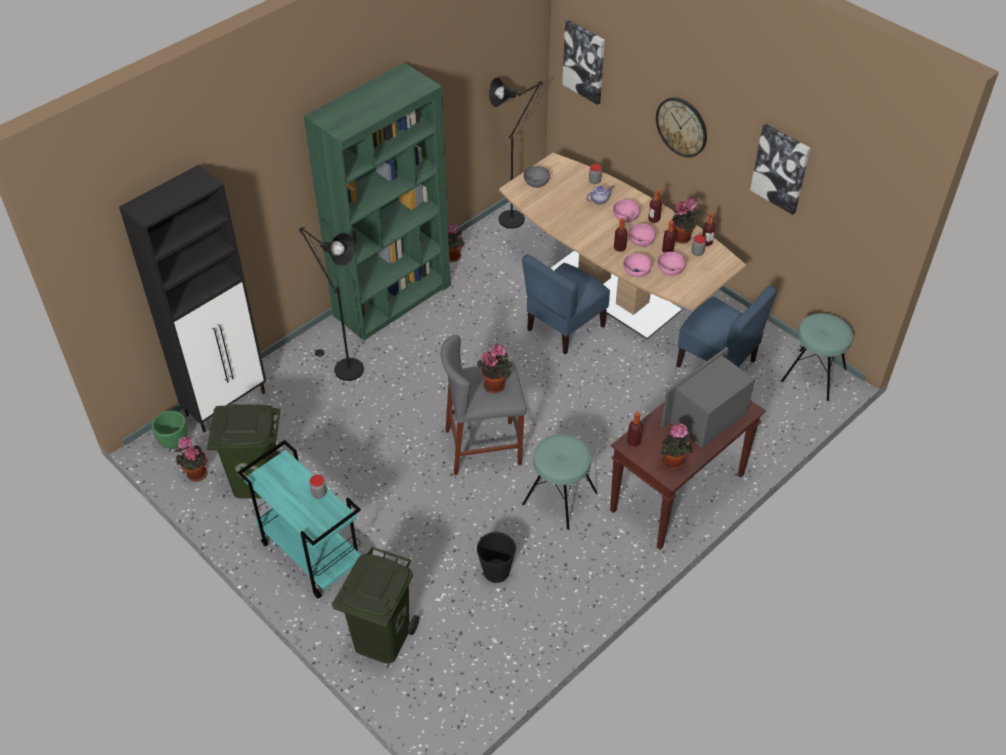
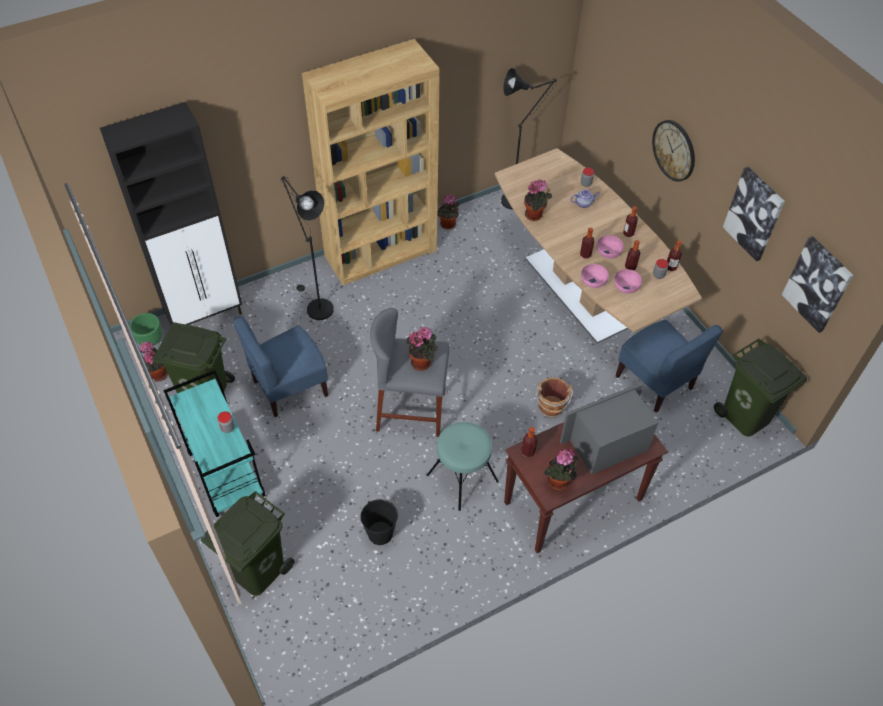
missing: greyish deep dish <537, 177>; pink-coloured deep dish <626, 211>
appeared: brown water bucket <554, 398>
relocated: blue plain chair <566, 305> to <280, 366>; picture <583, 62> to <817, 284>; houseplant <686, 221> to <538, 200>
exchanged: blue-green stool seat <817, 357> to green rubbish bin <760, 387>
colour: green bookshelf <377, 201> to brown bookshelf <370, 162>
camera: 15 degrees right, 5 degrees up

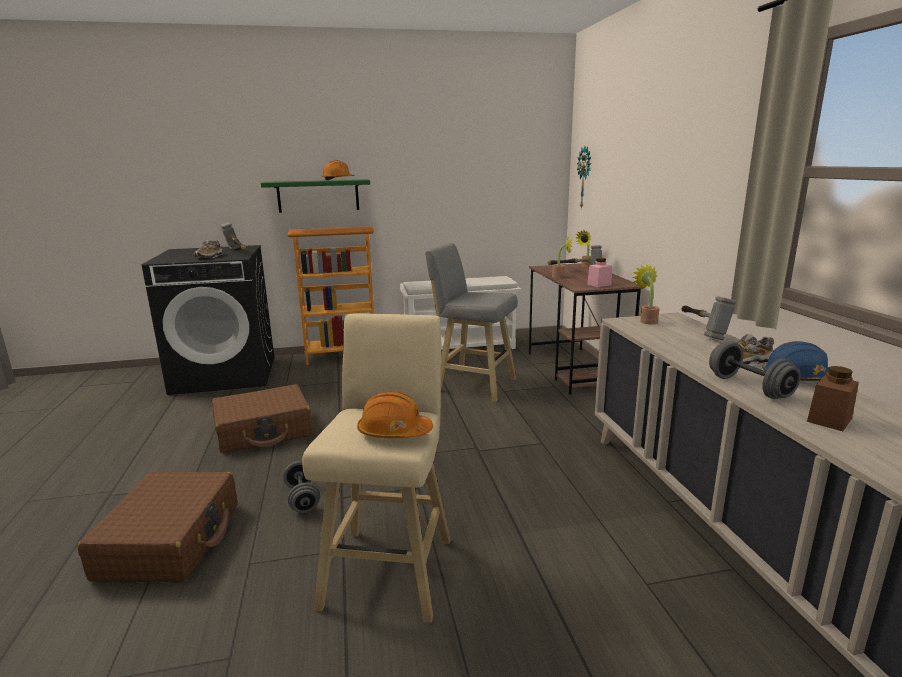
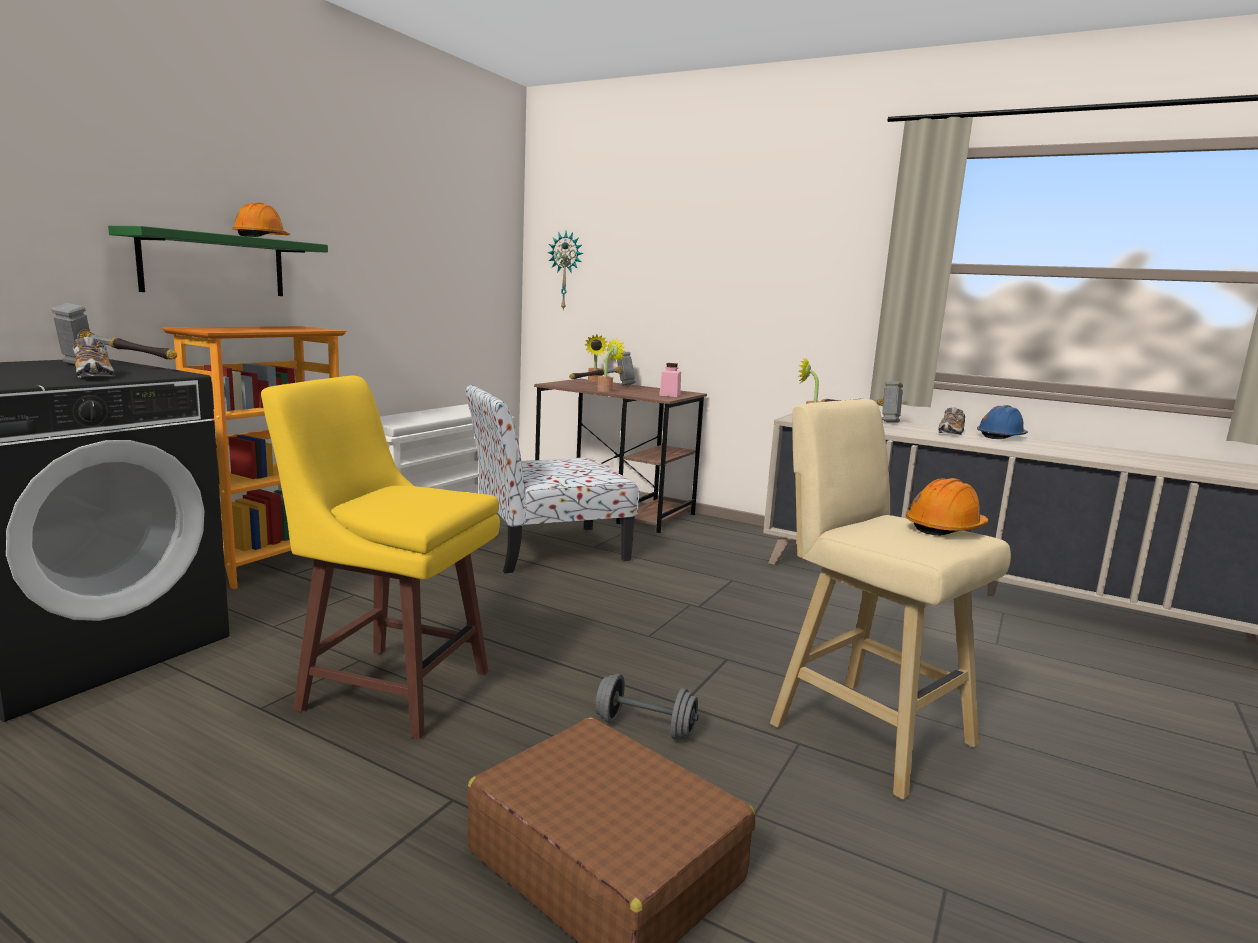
missing: greyish free weight <755, 370>; brown jar <833, 398>
exchanged: brown travel case <262, 418> to yellow-coloured stool seat <380, 558>; greyish stool seat <471, 322> to plain chair <552, 479>
camera: 50 degrees left, 5 degrees down

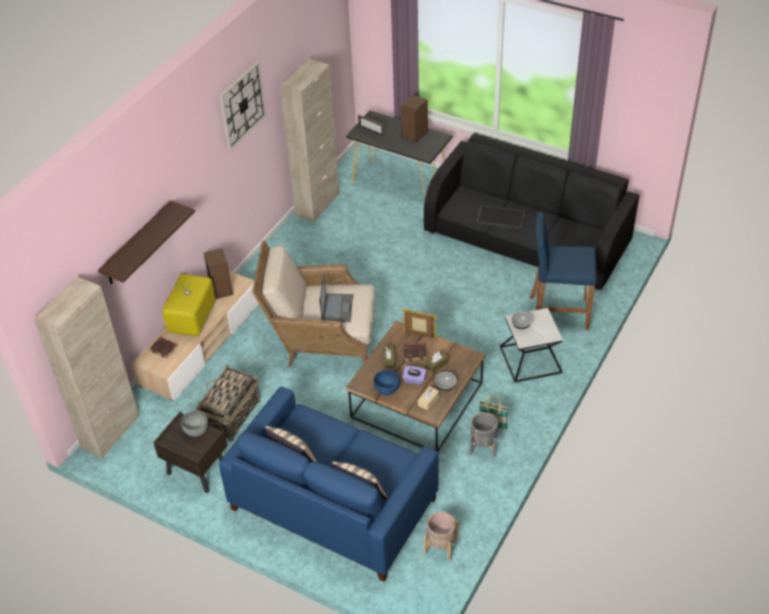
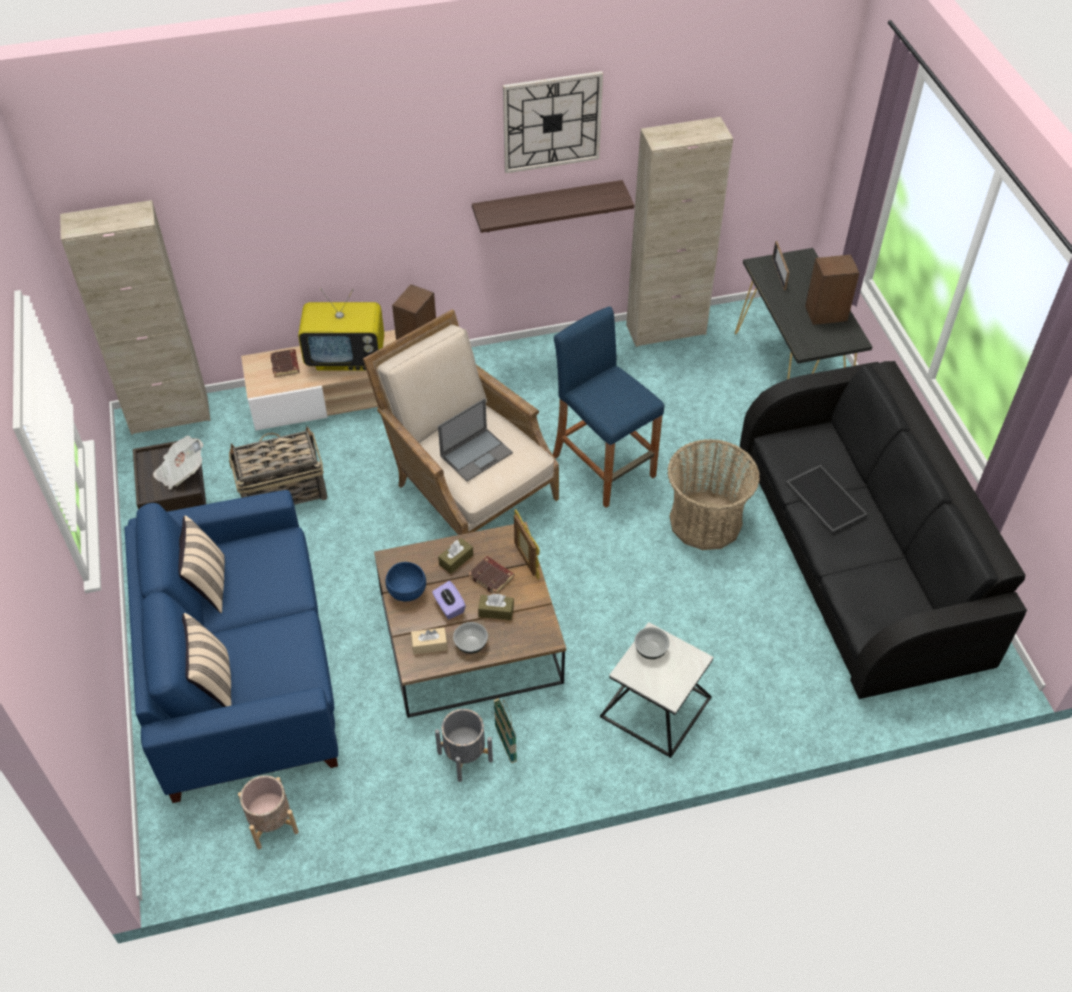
appeared: household basket <713, 494>
relocated: shelf <146, 242> to <553, 206>; blue stool seat <563, 271> to <608, 407>
exchanged: greyish deep dish <194, 423> to printed paper <178, 462>
spun: TV set <189, 302> = <341, 330> 150 degrees counterclockwise
camera: 45 degrees right, 5 degrees up

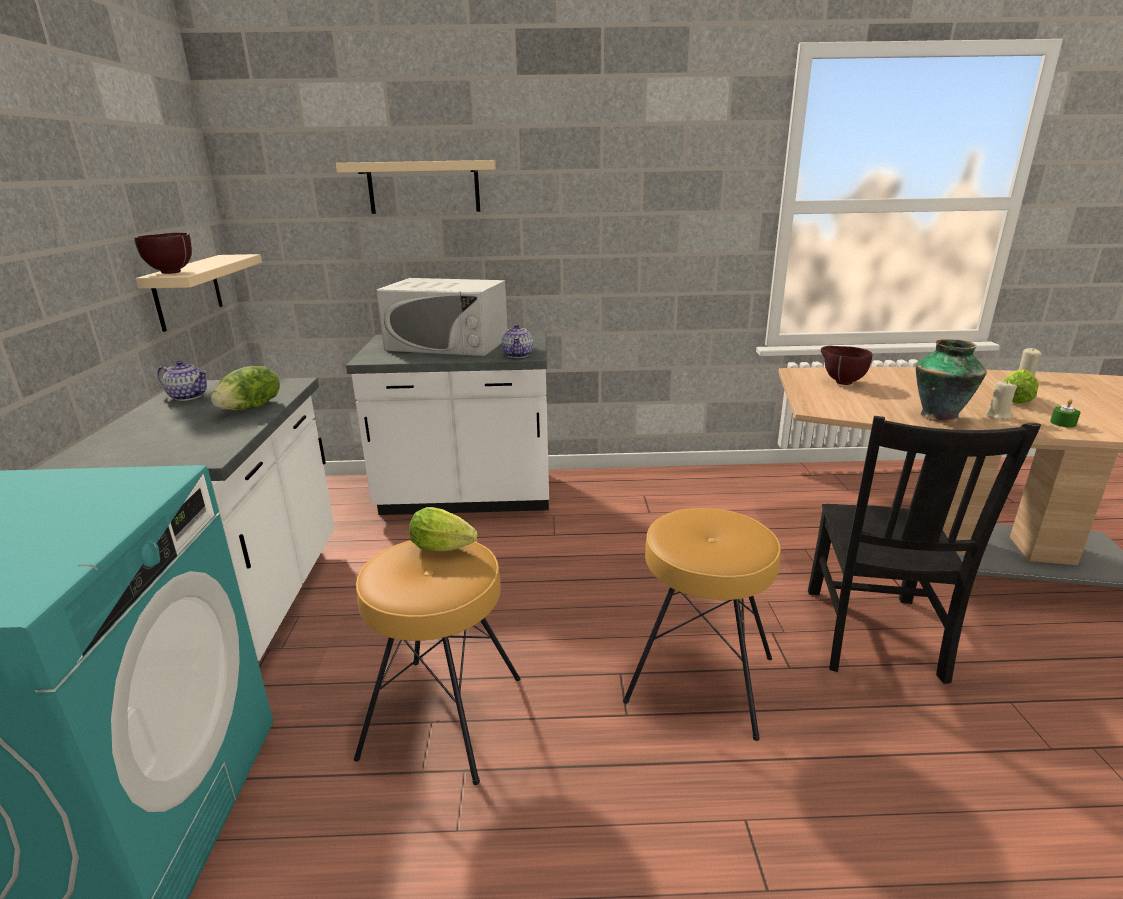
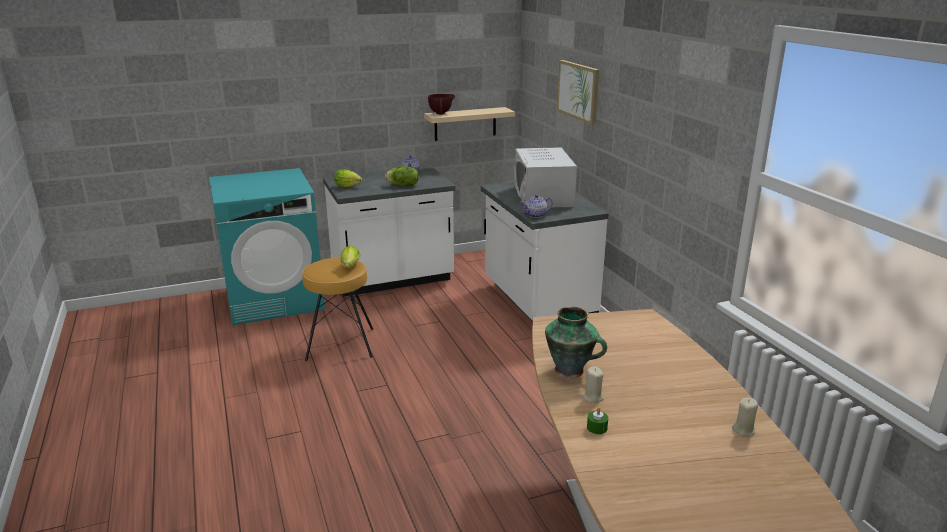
missing: brown stool seat <702, 624>; blackish plain chair <924, 550>; brown deep dish <846, 365>
relocated: lettuce <1021, 386> to <348, 178>
exchanged: beige shelf <416, 187> to picture <578, 92>
camera: 70 degrees right, 0 degrees up

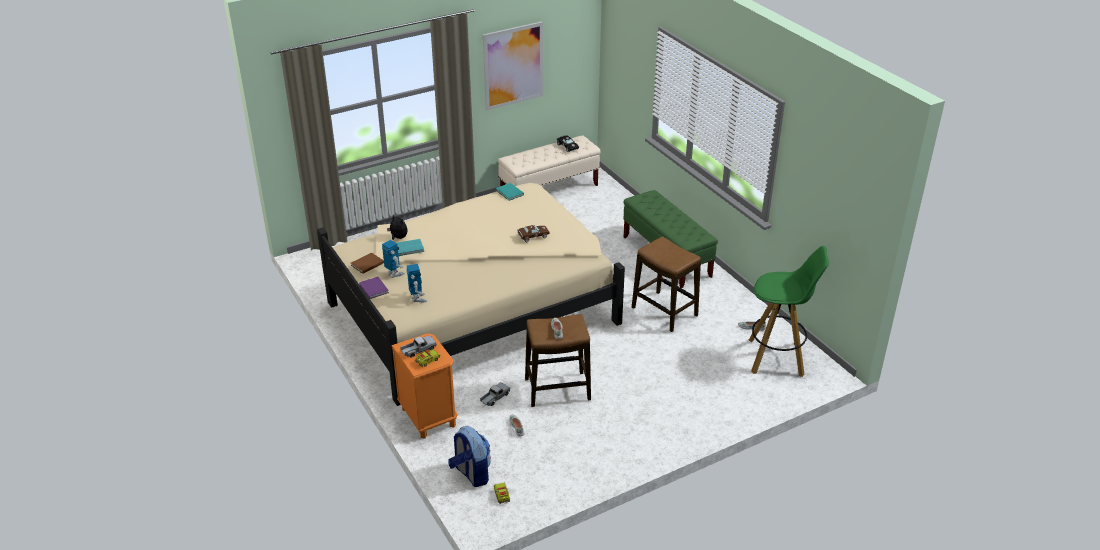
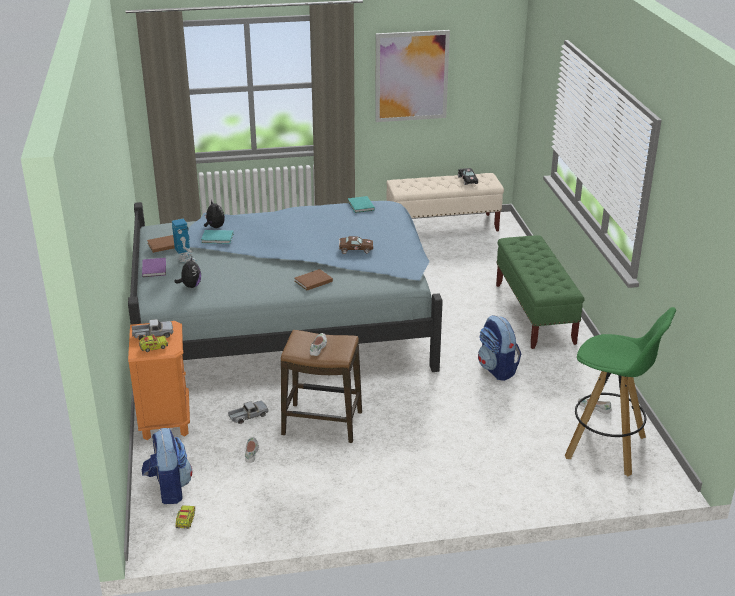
appeared: brown volume <314, 279>
exchanged: robot figure <417, 283> to soft toy <187, 272>; stool seat <666, 284> to rucksack <499, 348>
colour: beige sleeping bed <471, 294> to blue sleeping bed <285, 286>
camera: 20 degrees right, 5 degrees down

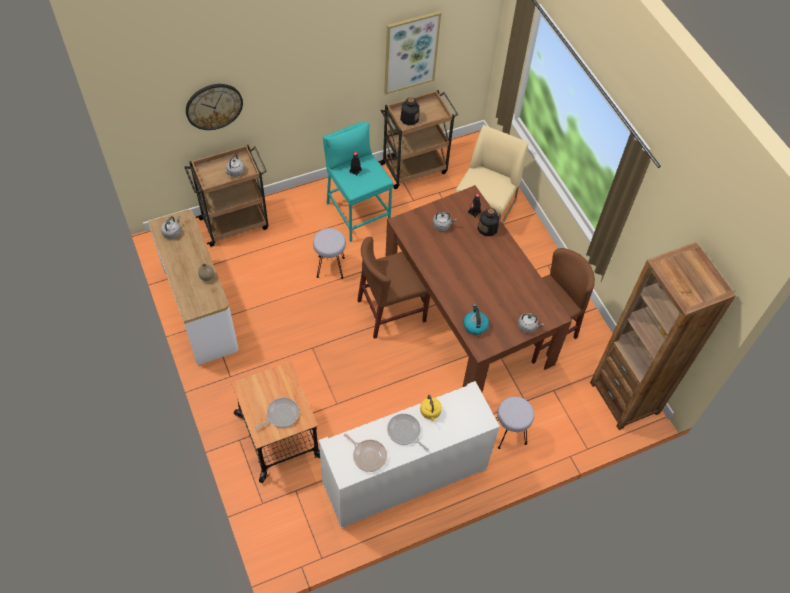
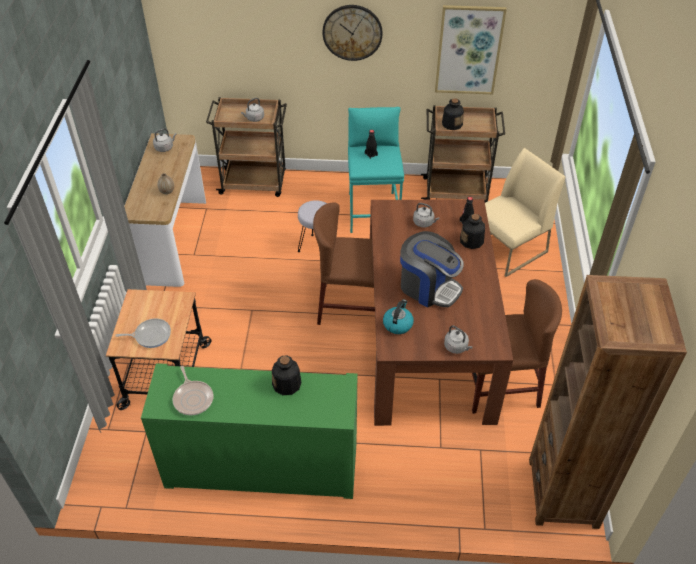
missing: skillet <408, 433>; greyish stool seat <515, 422>
appeared: coffee machine <432, 269>
relocated: clock on the wall <214, 107> to <352, 33>
exchanged: yellow-coloured tea kettle <431, 408> to drink bottle <287, 375>
colour: white storage cabinet <409, 455> to green storage cabinet <249, 431>
camera: 30 degrees right, 10 degrees down

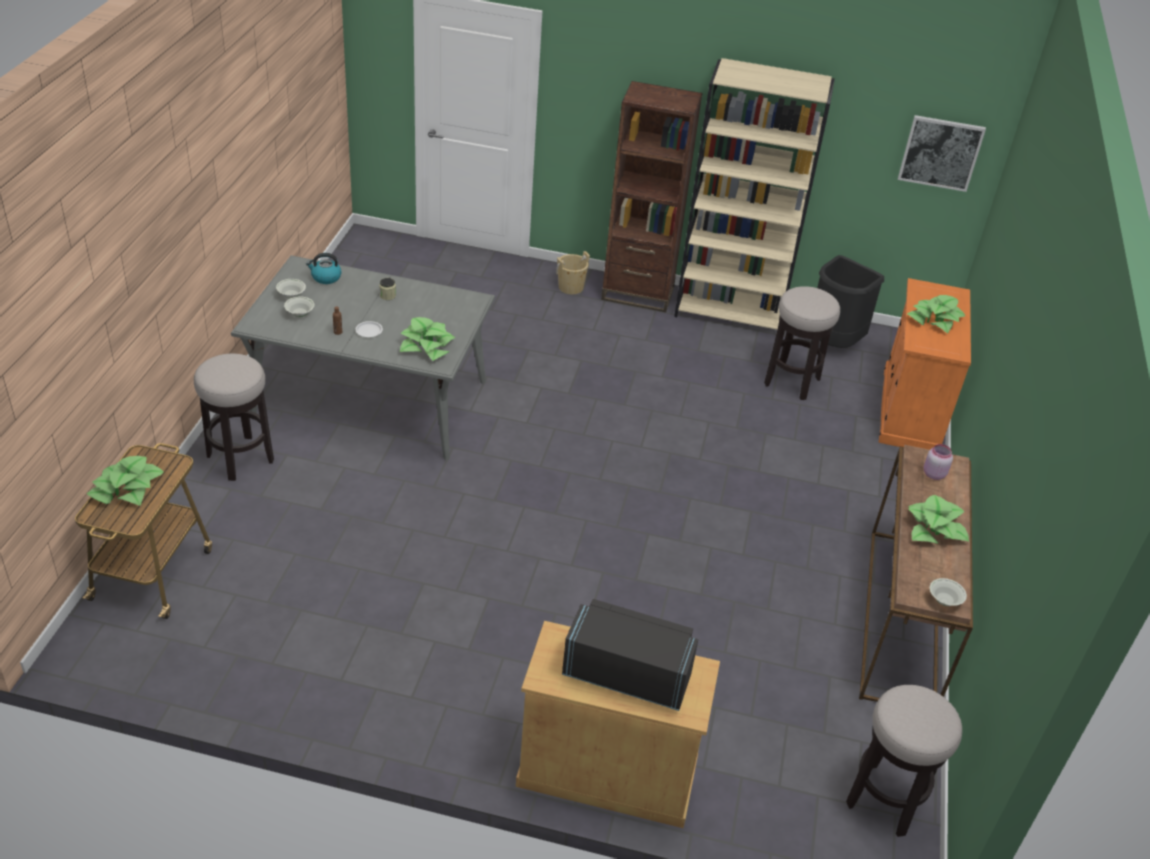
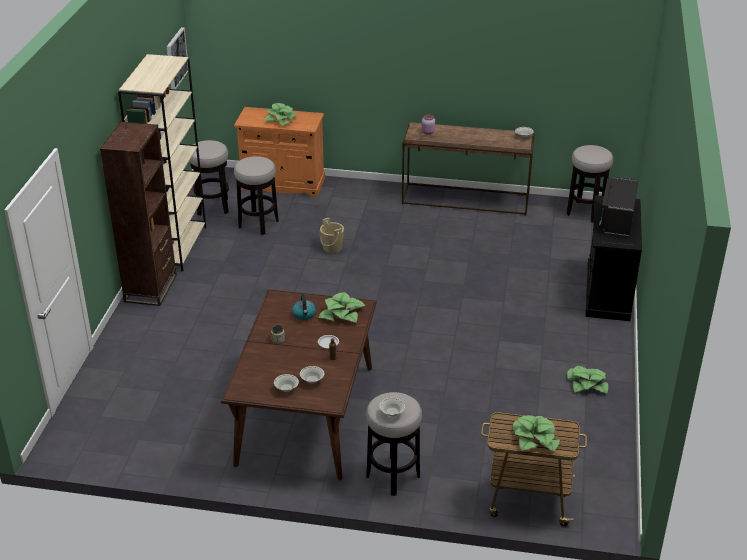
appeared: white deep dish <392, 406>
relocated: tea kettle <324, 268> to <304, 307>; beige water bucket <573, 272> to <332, 235>; houseplant <938, 519> to <588, 380>
exchanged: blackish rubbish bin <850, 301> to stool seat <209, 178>
colour: greyish dining table <363, 357> to brown dining table <299, 385>; beige storage cabinet <618, 724> to blackish storage cabinet <613, 258>
camera: 90 degrees left, 5 degrees down

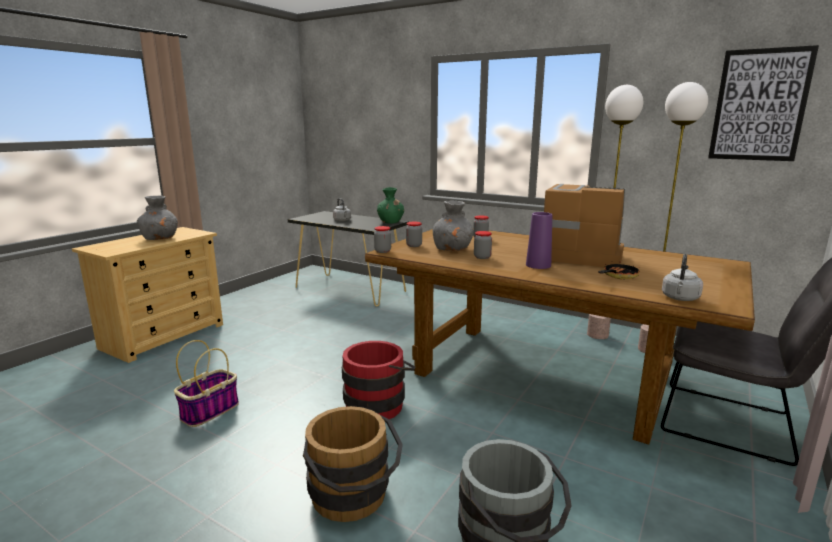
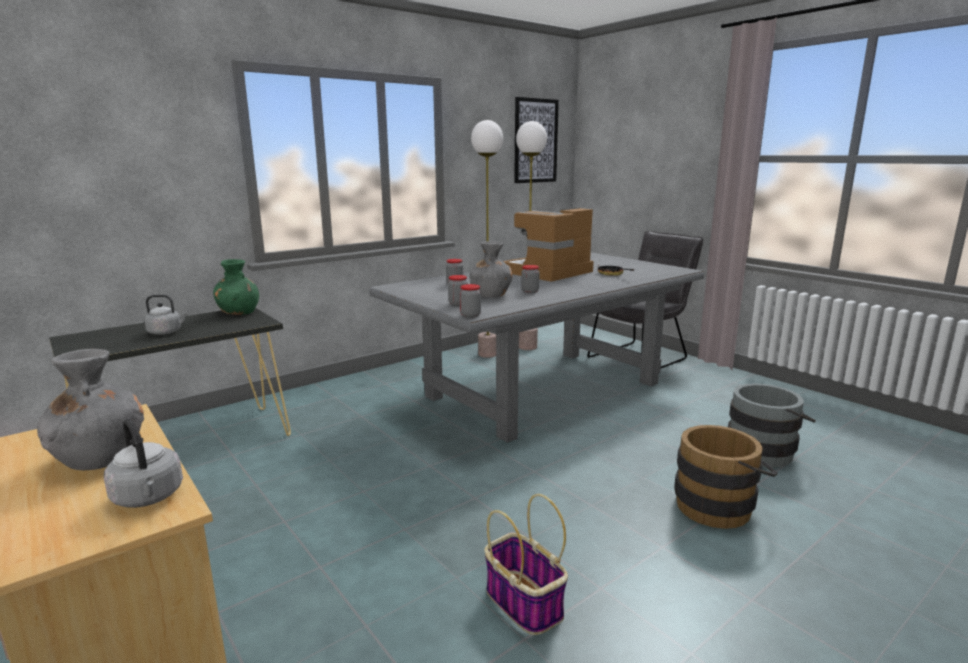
missing: red water bucket <378, 380>; purplish decorative vase <539, 240>
relocated: greyish tea kettle <682, 277> to <143, 463>
colour: brown dining table <560, 336> to greyish dining table <536, 348>
camera: 70 degrees left, 0 degrees up

